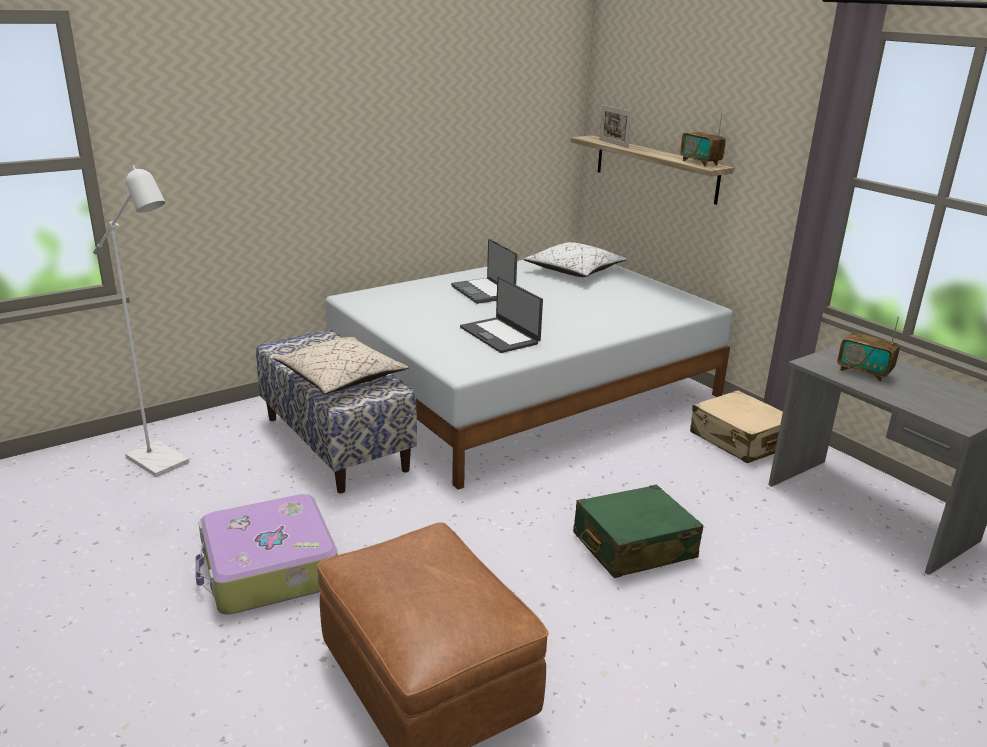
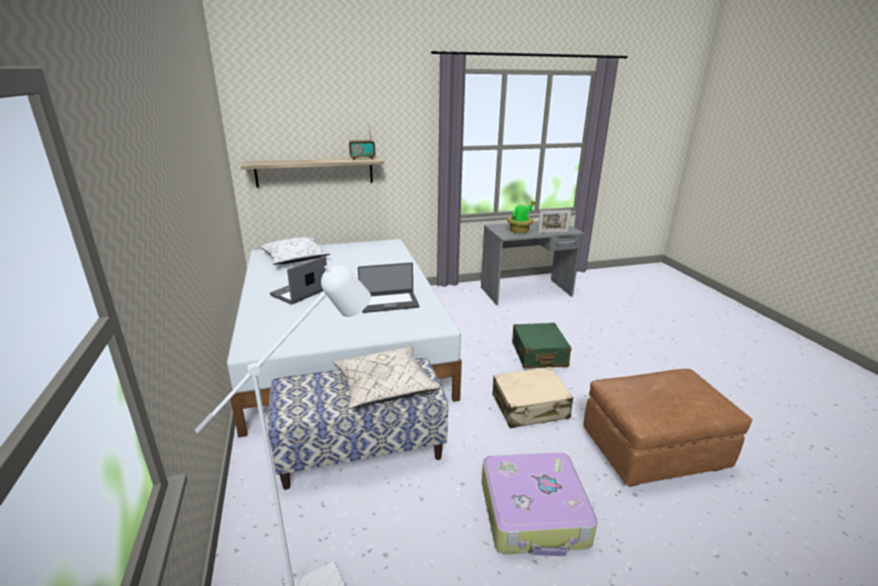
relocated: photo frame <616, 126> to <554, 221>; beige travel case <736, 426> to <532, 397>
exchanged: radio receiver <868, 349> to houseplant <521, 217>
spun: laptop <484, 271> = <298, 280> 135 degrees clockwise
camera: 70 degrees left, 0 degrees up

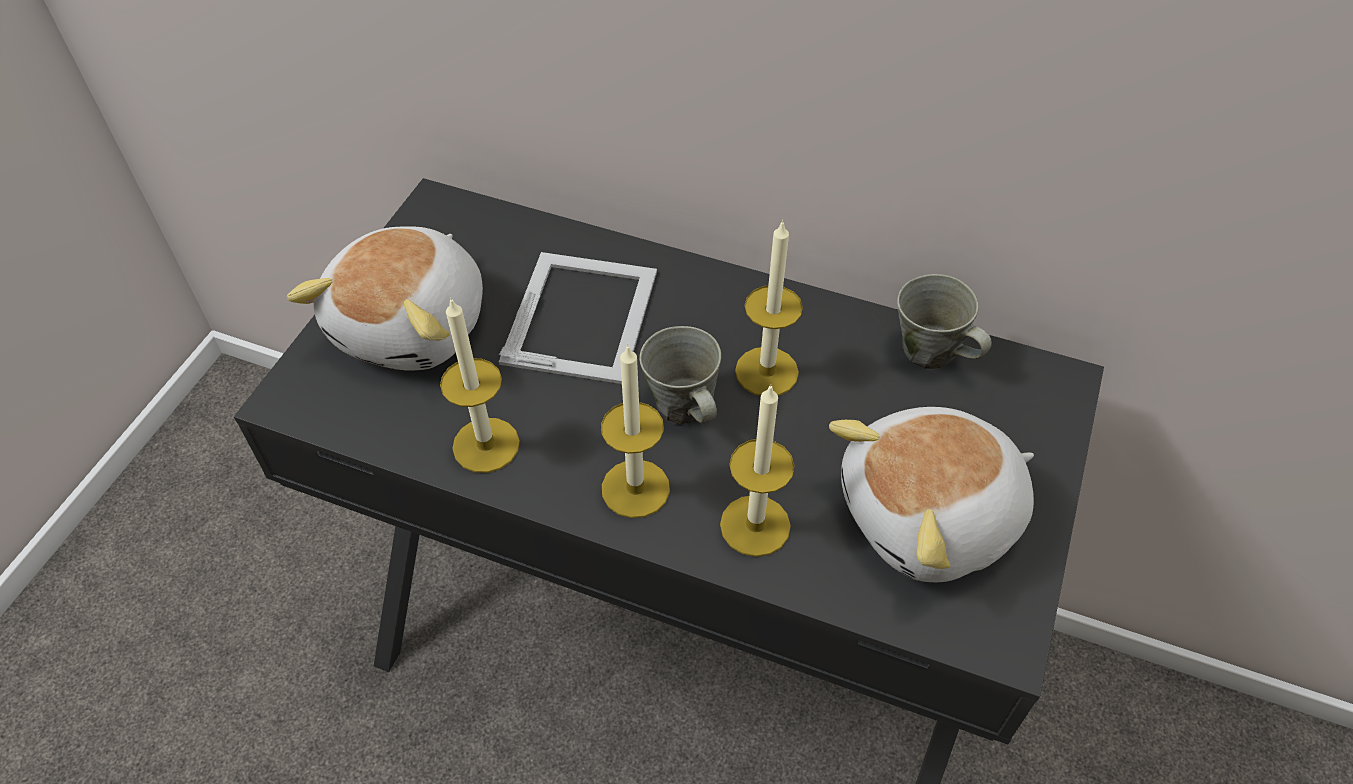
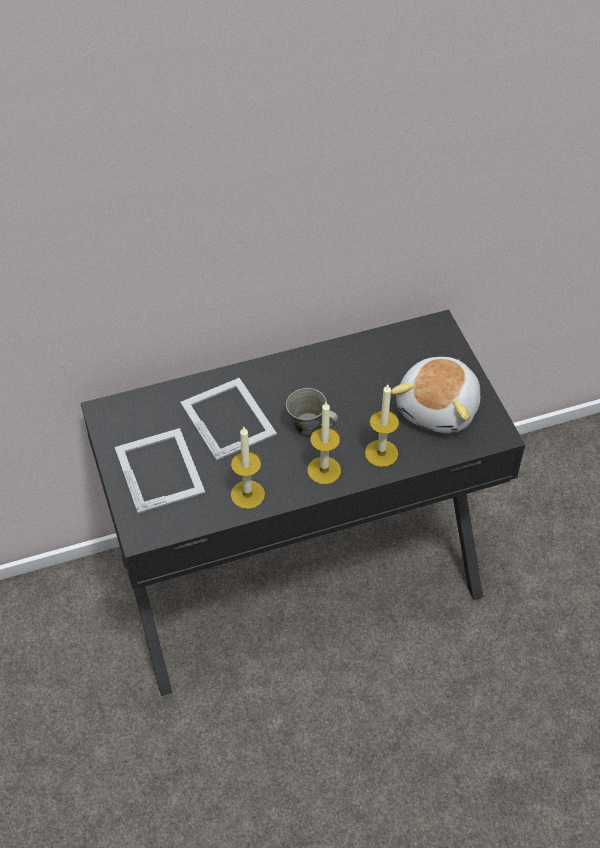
missing: candle <769, 308>; greyish mug <944, 321>
exchanged: soft toy <385, 299> to photo frame <160, 470>
camera: 40 degrees left, 0 degrees up

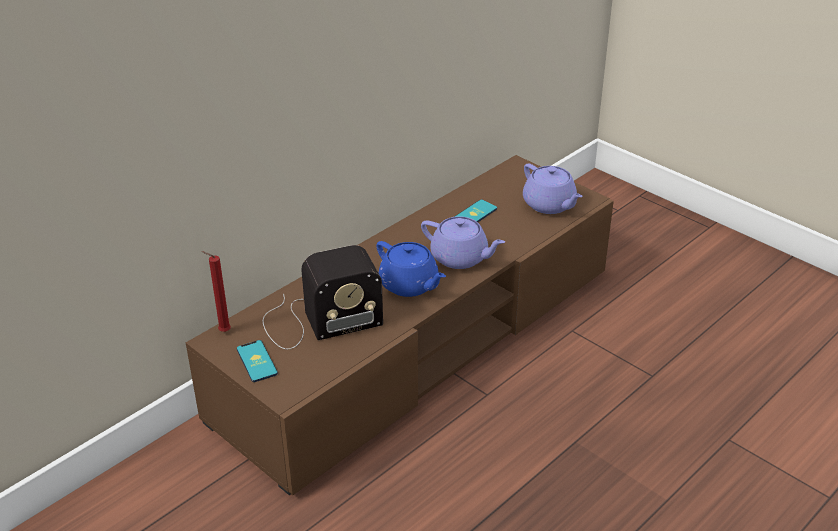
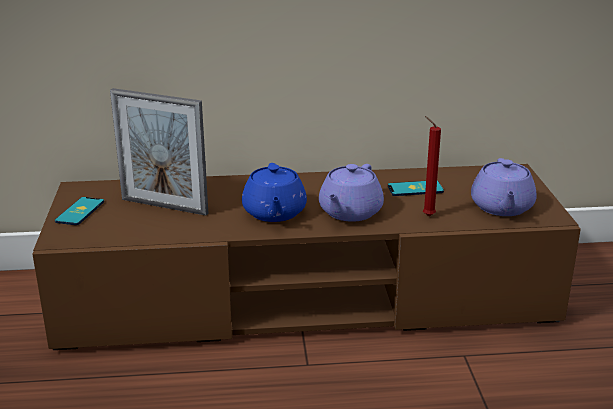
relocated: red candle <216, 291> to <432, 166>
exchanged: radio receiver <323, 297> to photo frame <159, 152>
spun: purplish teapot <463, 242> = <351, 193> 45 degrees clockwise
camera: 40 degrees right, 10 degrees down

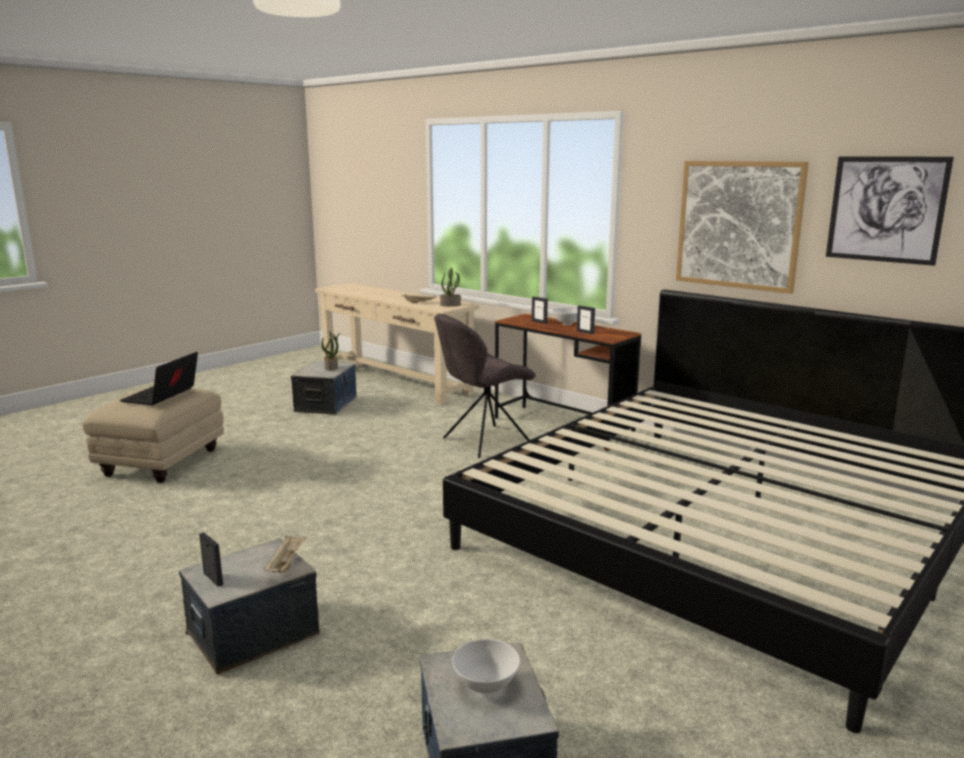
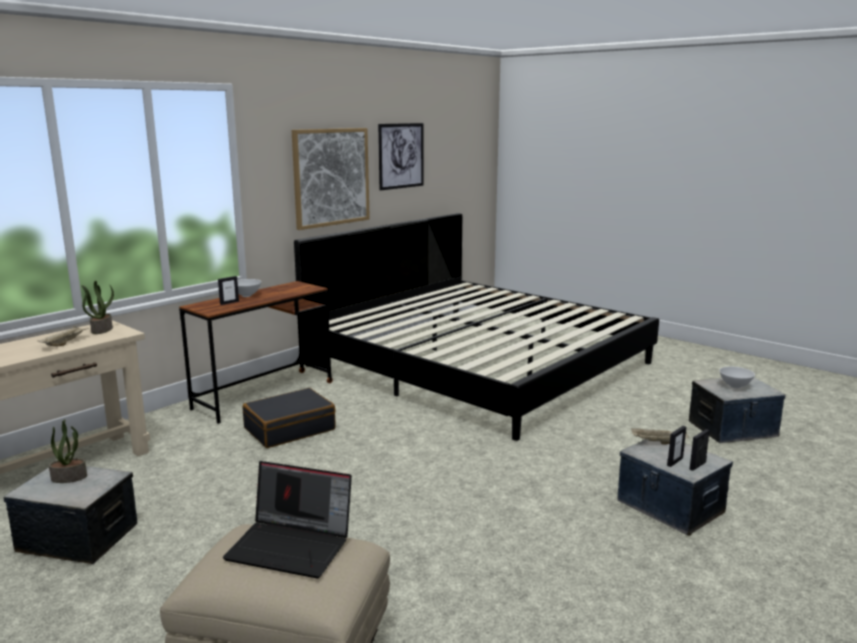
relocated: photo frame <586, 319> to <676, 446>
exchanged: greyish plain chair <485, 386> to blackish travel case <289, 418>
camera: 90 degrees left, 0 degrees up

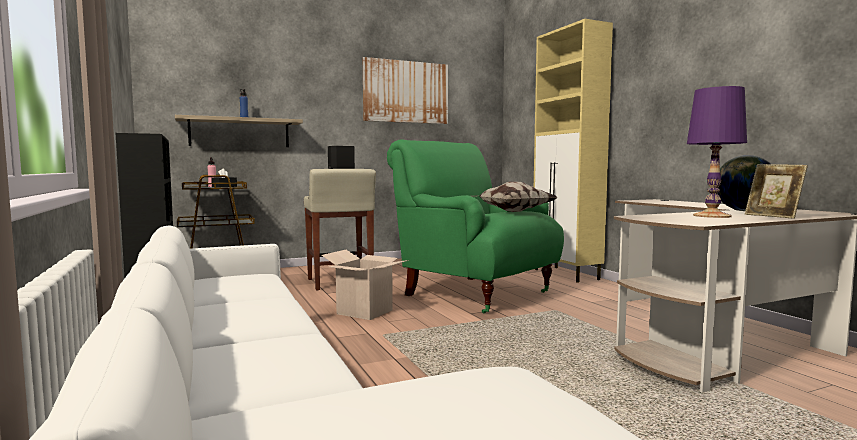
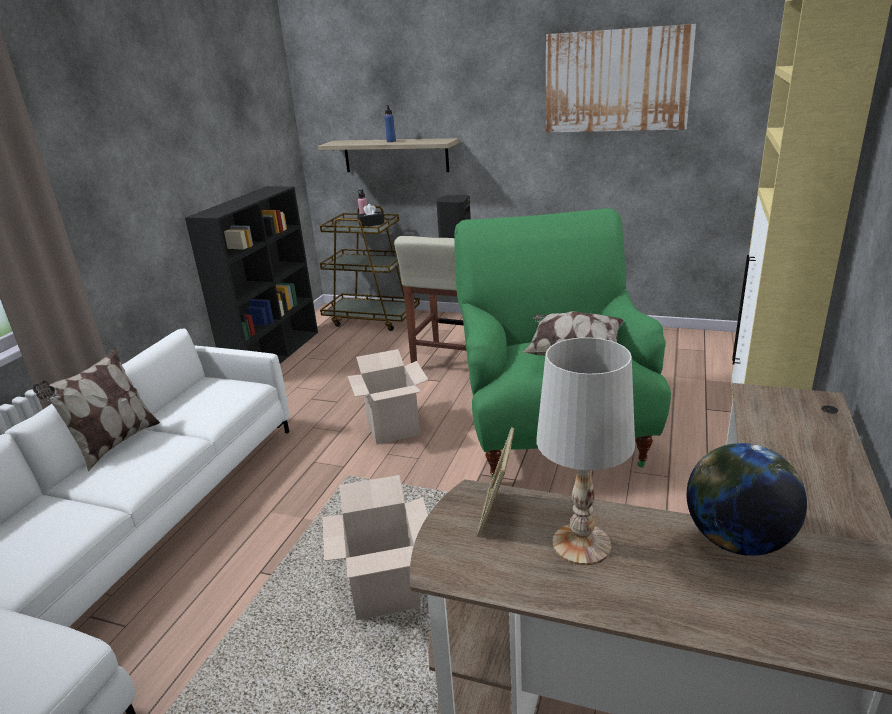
appeared: pillow <96, 409>; packing box <375, 547>
relocated: photo frame <776, 191> to <495, 482>
colour: purplish tabletop lamp <717, 152> to white tabletop lamp <585, 451>
camera: 45 degrees right, 20 degrees up

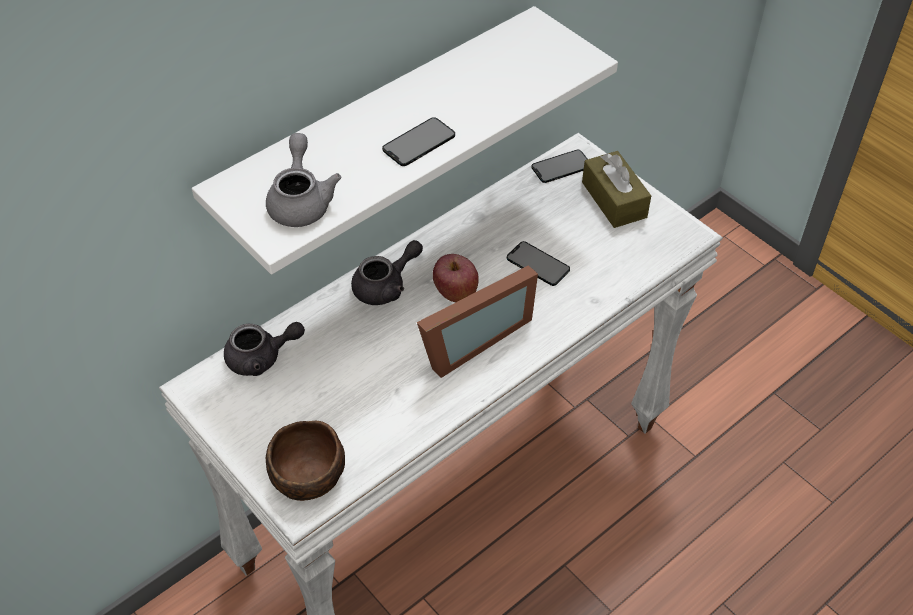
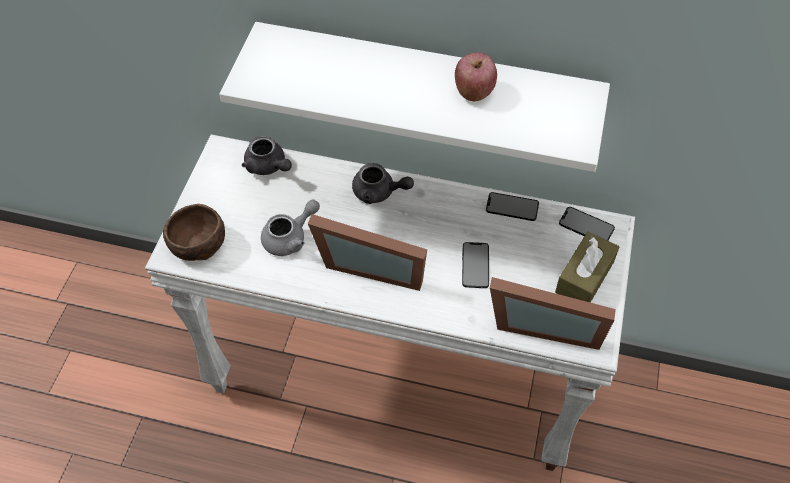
appeared: photo frame <553, 313>
relocated: greyish teapot <303, 180> to <290, 228>; phone <418, 141> to <512, 206>; apple fruit <456, 278> to <476, 76>
camera: 55 degrees right, 5 degrees up

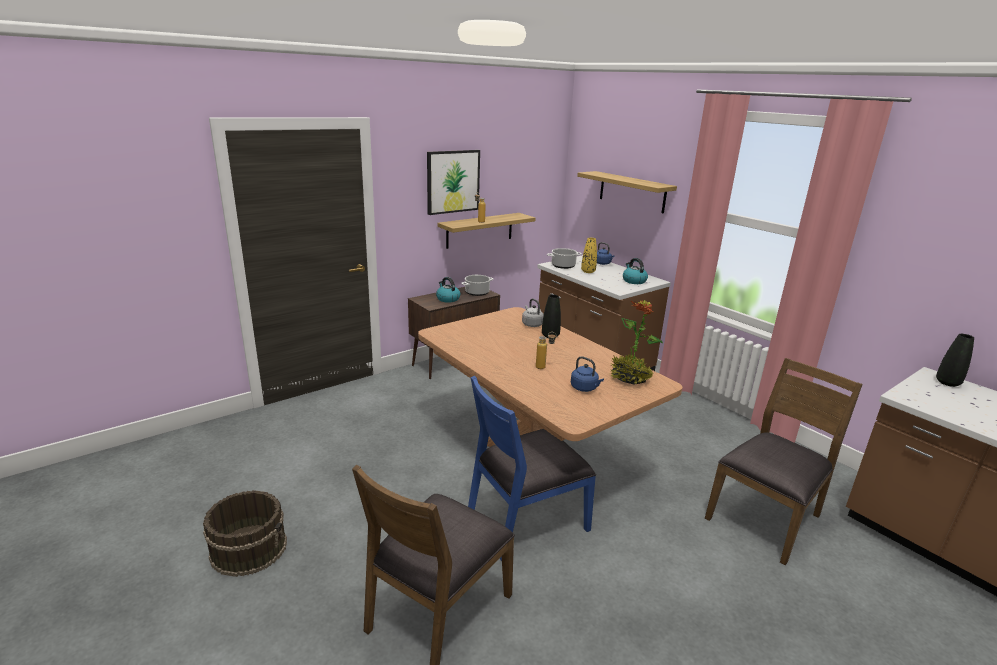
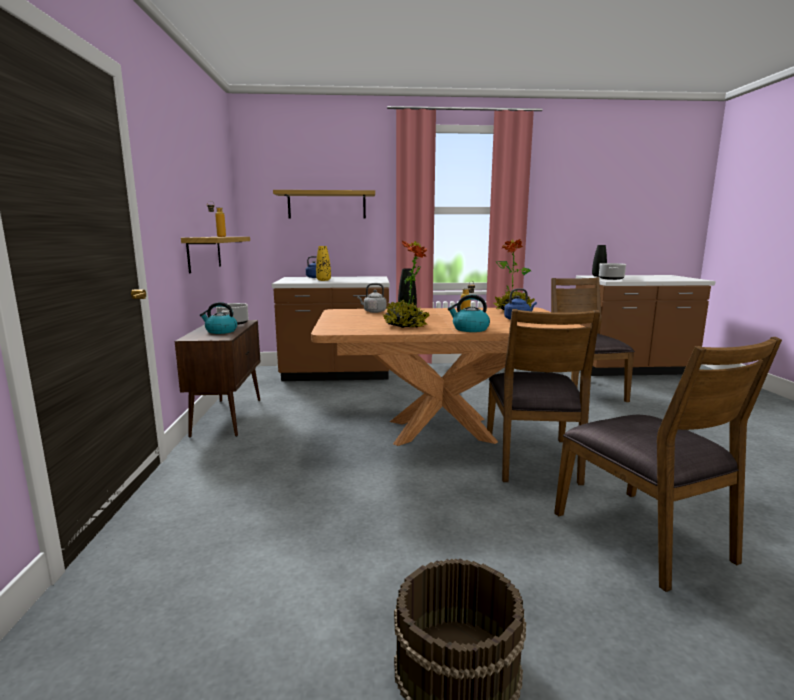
missing: picture <453, 182>
appeared: houseplant <406, 284>
relocated: saucepot <564, 258> to <613, 271>; tea kettle <635, 271> to <469, 313>
colour: blue plain chair <532, 468> to brown plain chair <543, 397>
camera: 55 degrees left, 10 degrees down

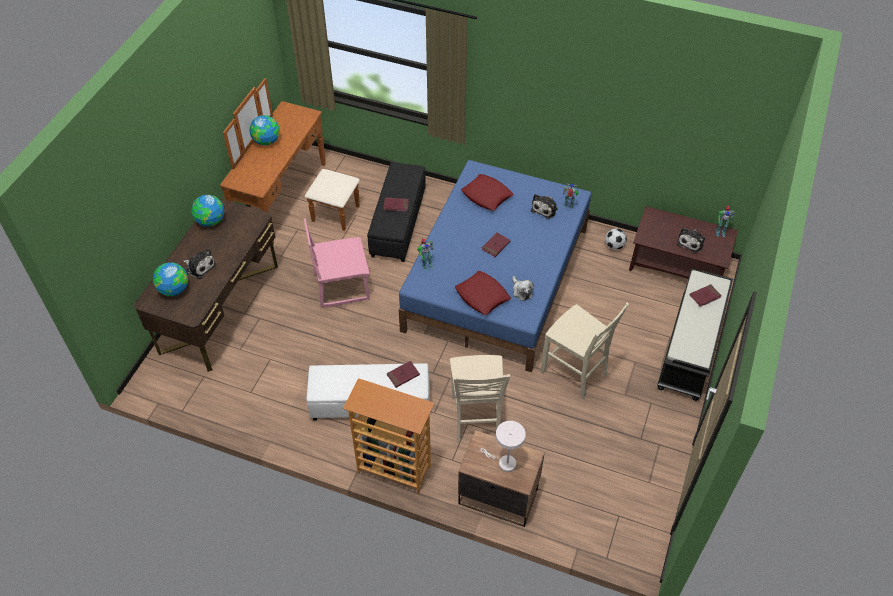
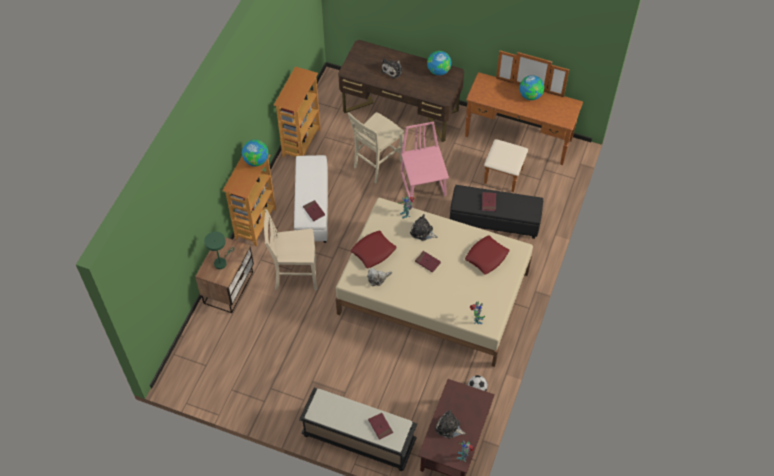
appeared: bookshelf <297, 111>
relocated: globe <170, 279> to <255, 153>; soft toy <544, 206> to <424, 227>; beige plain chair <585, 351> to <376, 147>
colour: blue sleeping bed <495, 266> to beige sleeping bed <434, 282>; white tabletop lamp <503, 446> to green tabletop lamp <219, 250>
camera: 90 degrees right, 5 degrees up

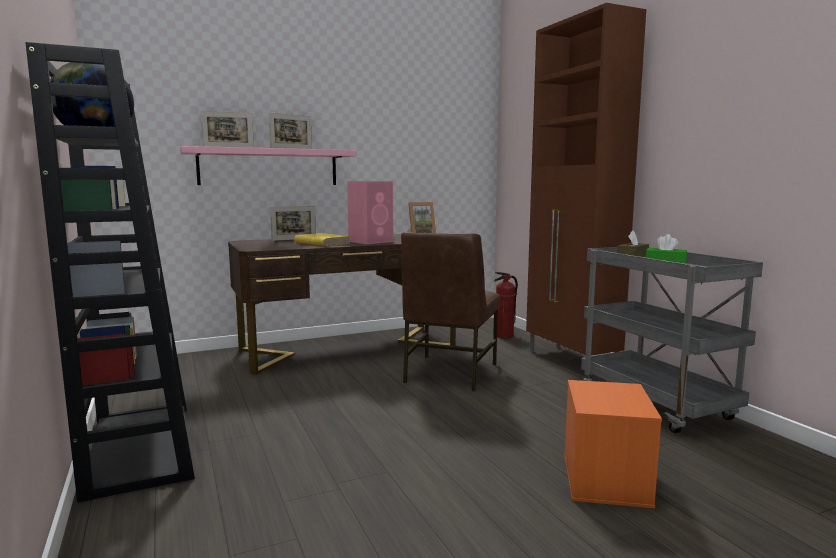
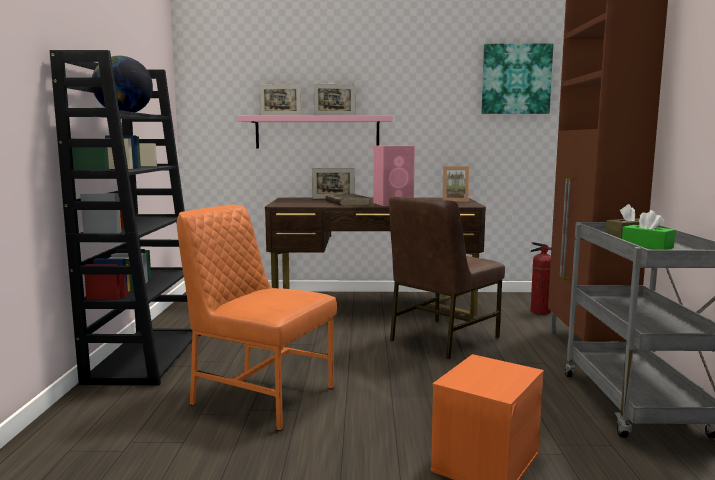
appeared: orangey plain chair <257, 318>; picture <517, 78>
colour: yellow-coloured volume <322, 239> to brown volume <347, 200>
camera: 25 degrees right, 0 degrees up

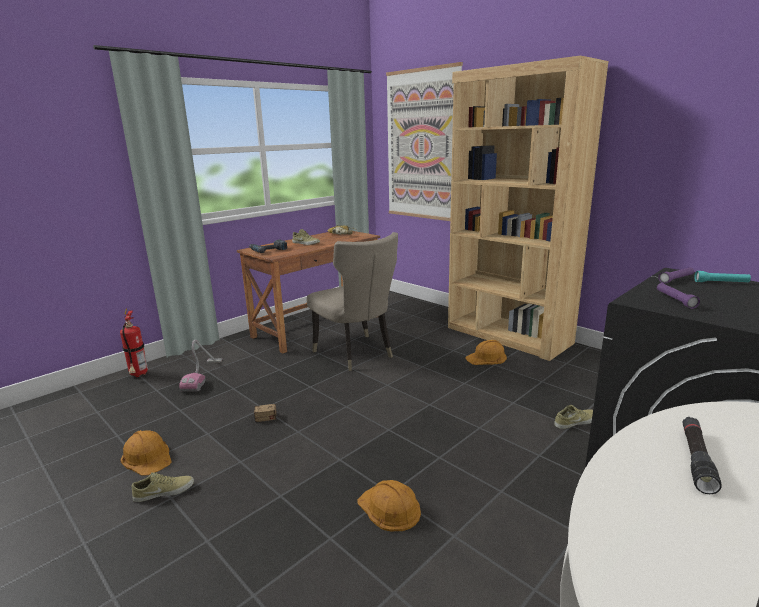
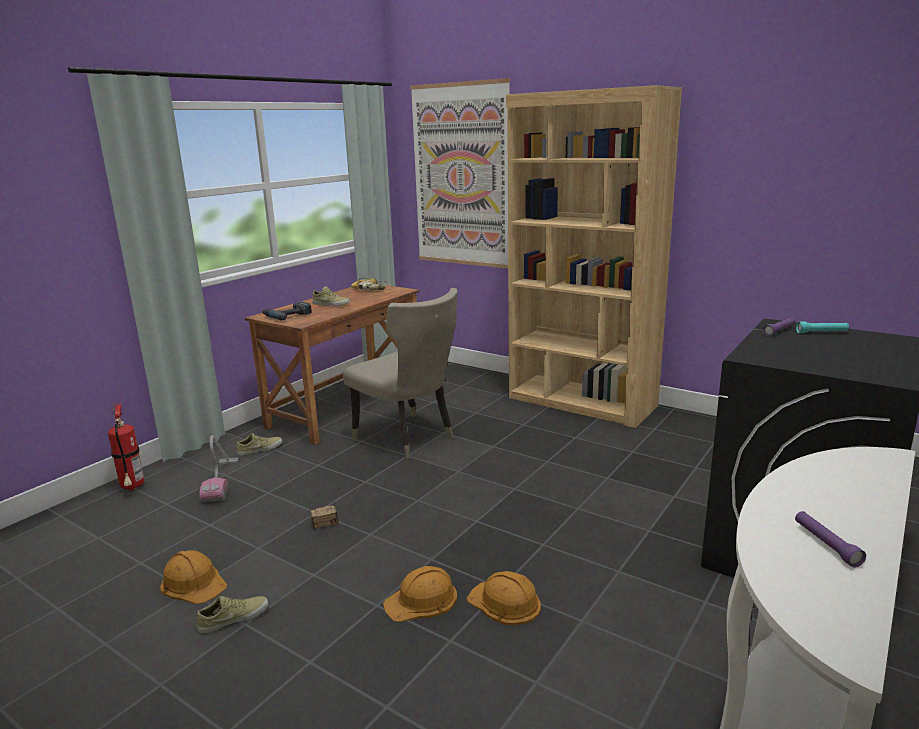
missing: blackish torch <702, 455>
relocated: orangey hard hat <486, 352> to <420, 594>; beige item of footwear <573, 417> to <259, 444>; purplish torch <678, 296> to <830, 539>
camera: 10 degrees left, 0 degrees up

